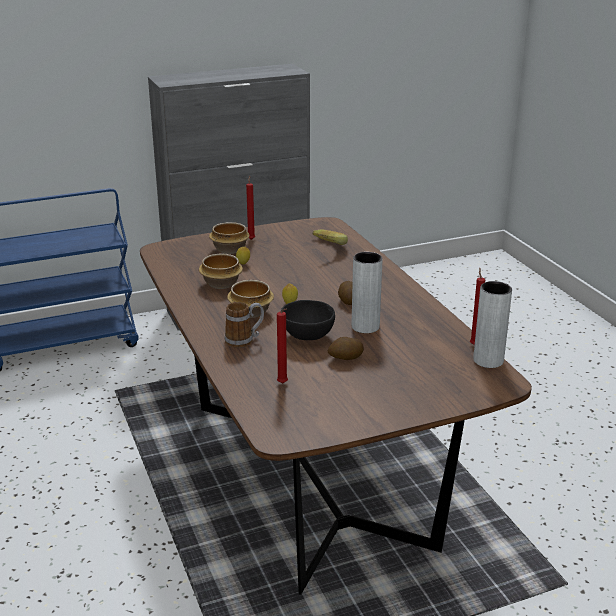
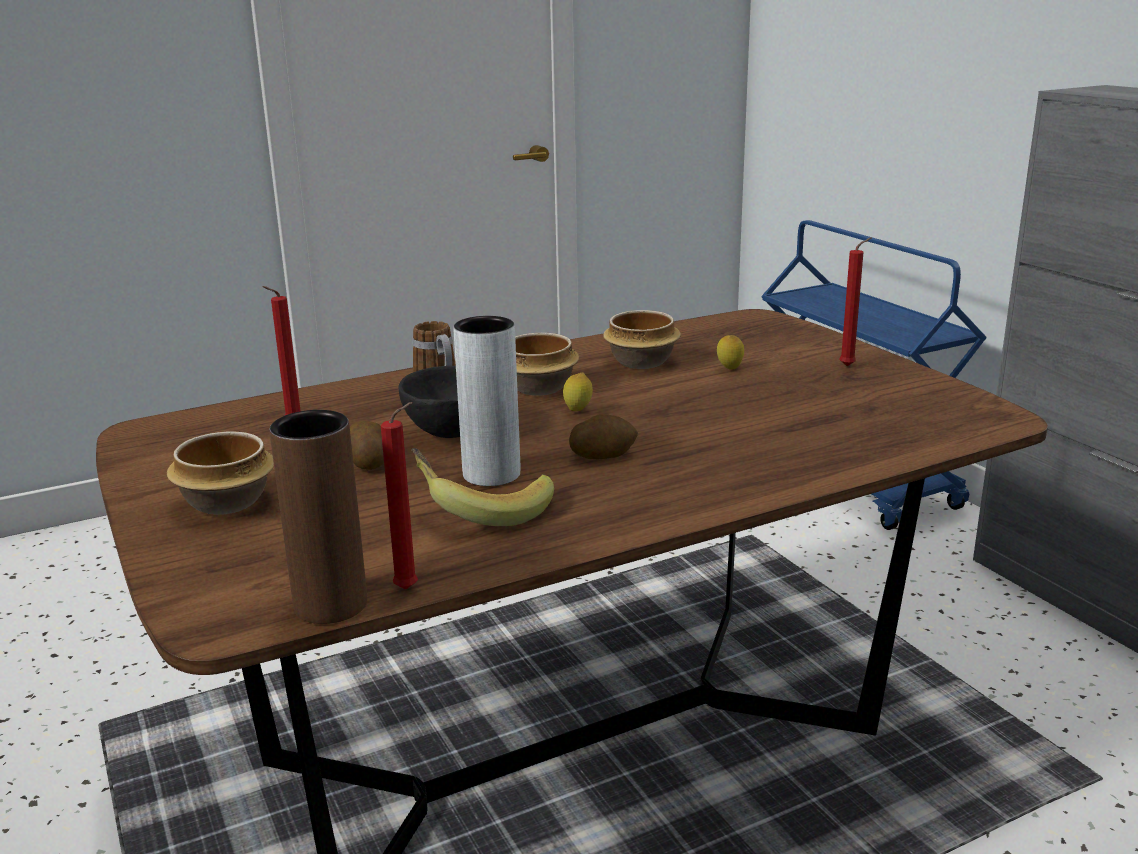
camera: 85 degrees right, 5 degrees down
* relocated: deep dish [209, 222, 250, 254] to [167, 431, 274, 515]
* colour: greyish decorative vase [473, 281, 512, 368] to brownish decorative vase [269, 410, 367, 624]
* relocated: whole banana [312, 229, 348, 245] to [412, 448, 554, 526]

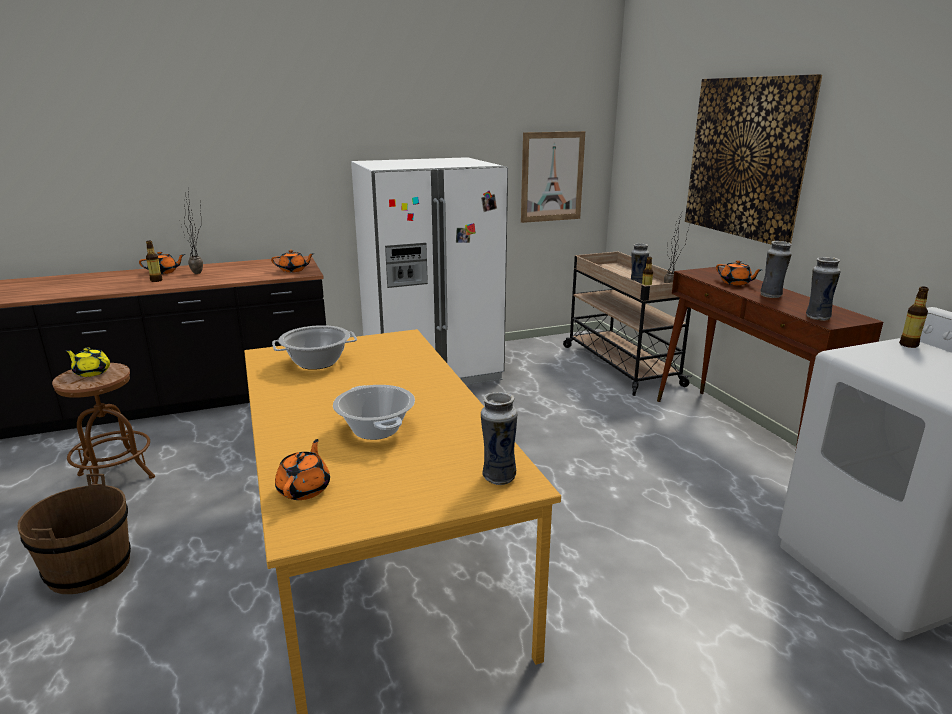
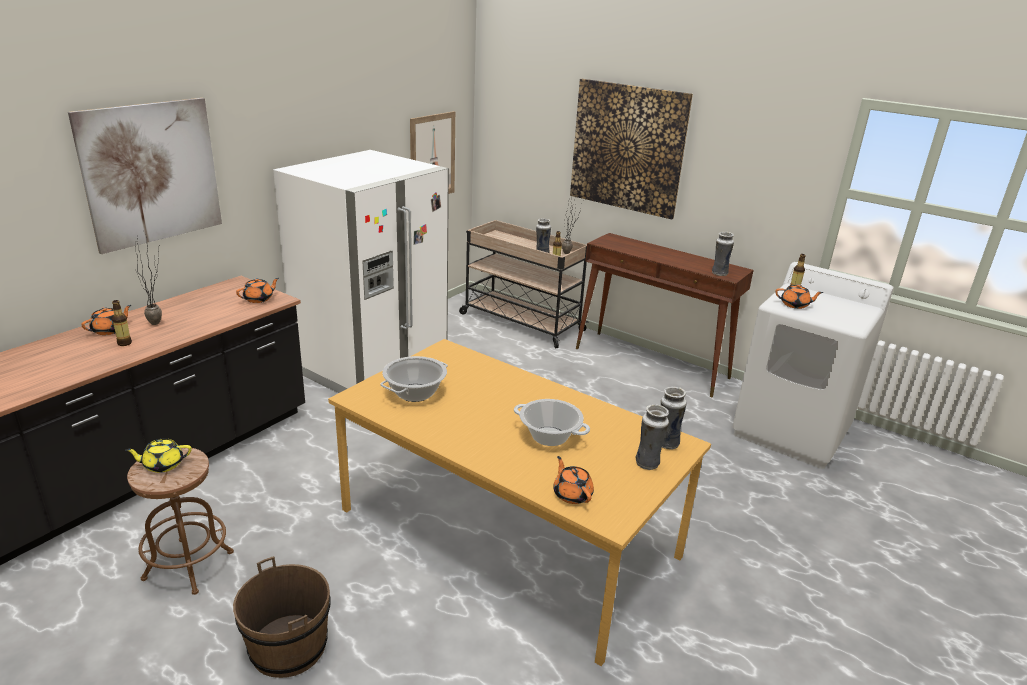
camera: 35 degrees left, 5 degrees up
* appeared: wall art [68, 98, 222, 254]
* relocated: decorative vase [760, 241, 792, 298] to [635, 404, 669, 470]
* relocated: orange teapot [716, 260, 762, 285] to [775, 284, 823, 309]

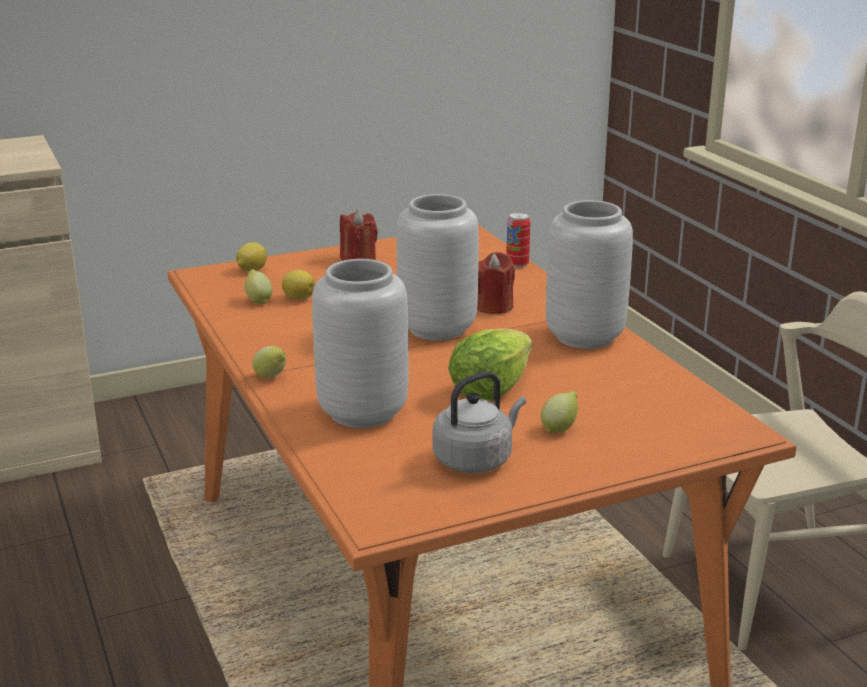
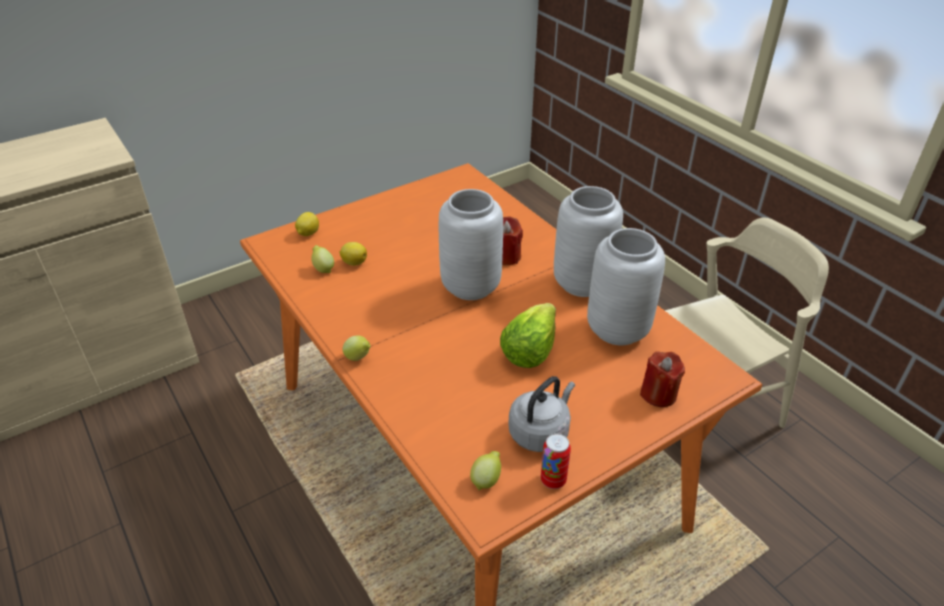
camera: 10 degrees left, 15 degrees up
* relocated: whole lemon [541, 391, 578, 433] to [470, 451, 501, 490]
* relocated: can [506, 212, 530, 268] to [541, 433, 571, 489]
* relocated: greyish decorative vase [312, 259, 409, 428] to [587, 228, 665, 345]
* relocated: reddish candle [340, 210, 378, 261] to [640, 351, 685, 407]

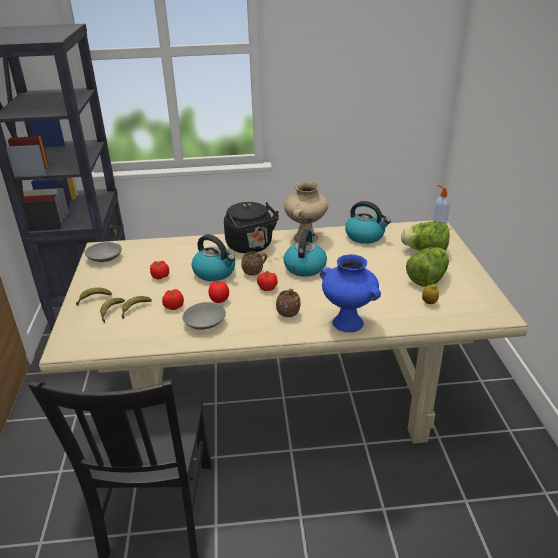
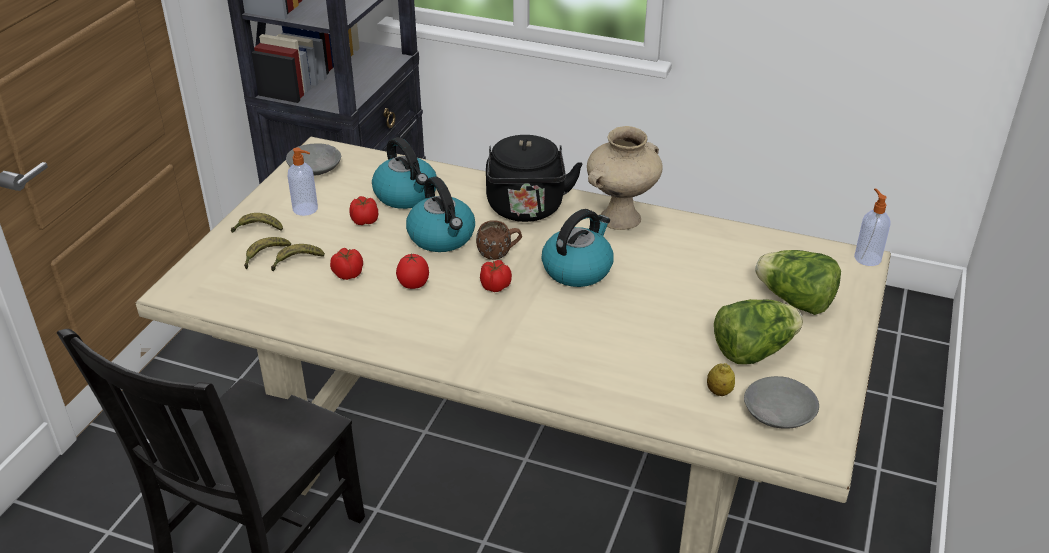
camera: 25 degrees right, 5 degrees up
* appeared: soap bottle [288, 147, 318, 216]
* relocated: kettle [345, 201, 391, 244] to [372, 137, 437, 209]
* relocated: greyish deep dish [182, 302, 226, 330] to [744, 376, 819, 429]
* missing: brownish tea mug [276, 289, 300, 317]
* missing: blue decorative vase [320, 254, 381, 332]

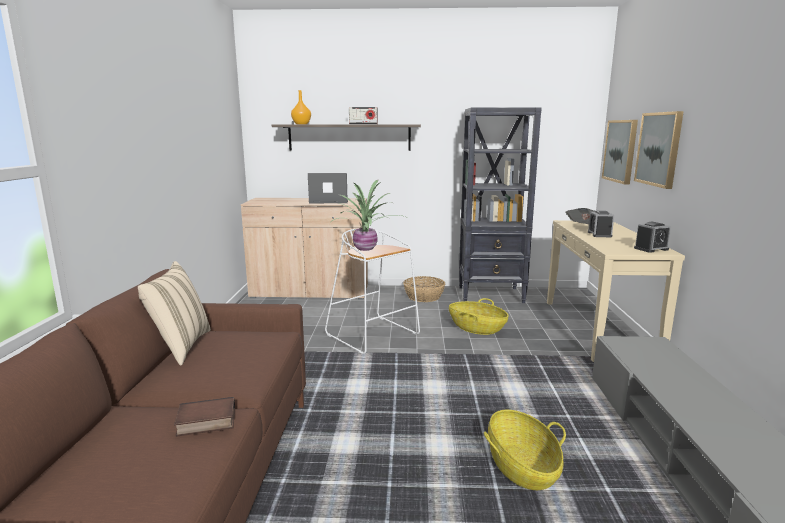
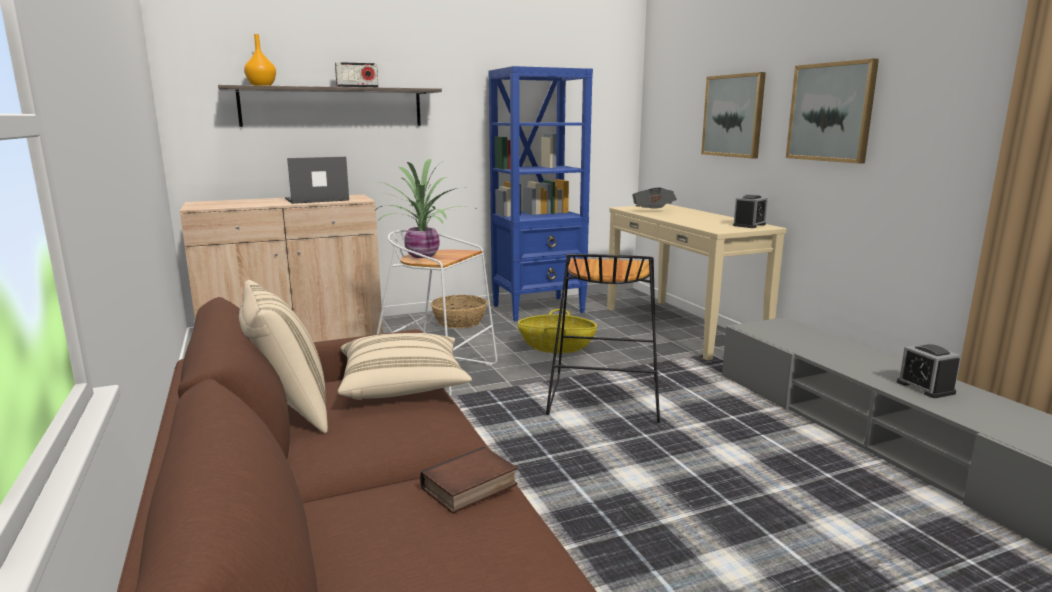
camera: 25 degrees left, 0 degrees up
* appeared: beige-coloured throw pillow [338, 333, 472, 400]
* colour: black-coloured bookshelf [459, 107, 542, 303] to blue bookshelf [489, 66, 593, 321]
* appeared: black-coloured stool [546, 254, 660, 423]
* relocated: wall art [602, 120, 638, 185] to [786, 59, 879, 164]
* relocated: bedside clock [588, 211, 614, 237] to [897, 344, 960, 398]
* missing: basket [484, 410, 566, 490]

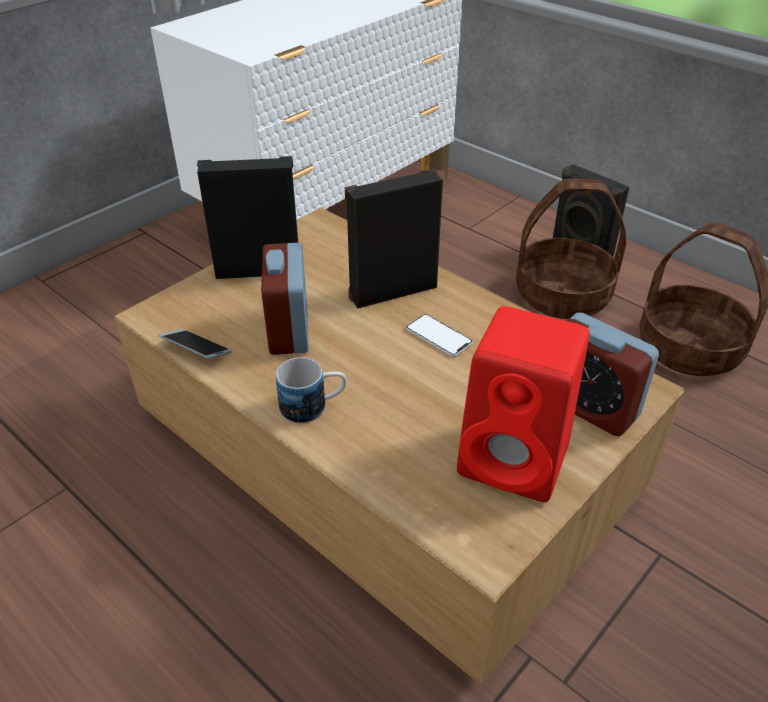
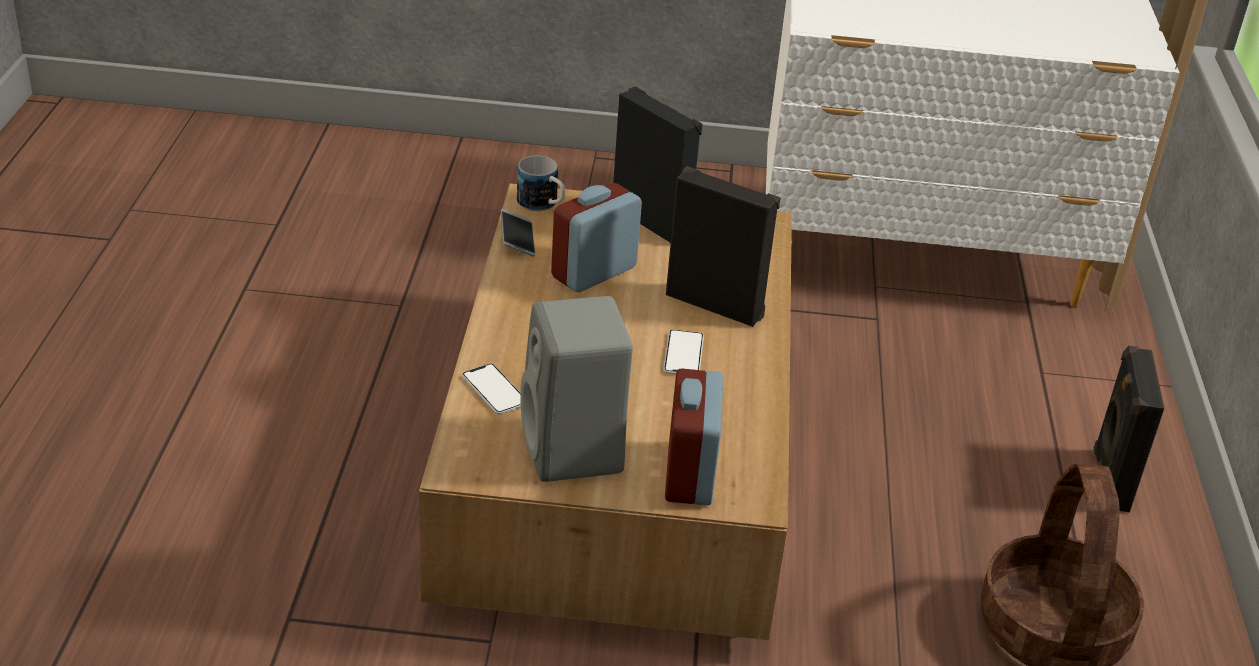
camera: 50 degrees right, 5 degrees down
* appeared: handset [462, 364, 521, 414]
* relocated: tea mug [276, 357, 346, 423] to [517, 156, 565, 211]
* colour: reddish loudspeaker [457, 306, 589, 502] to greyish loudspeaker [520, 296, 633, 482]
* missing: basket [516, 178, 626, 319]

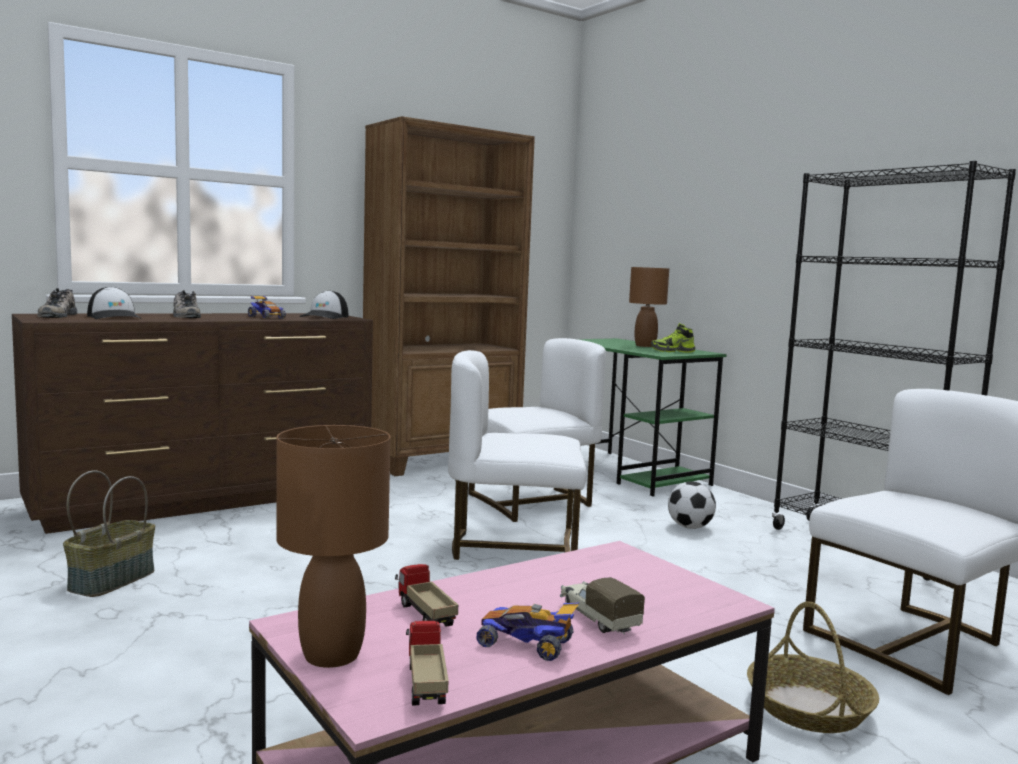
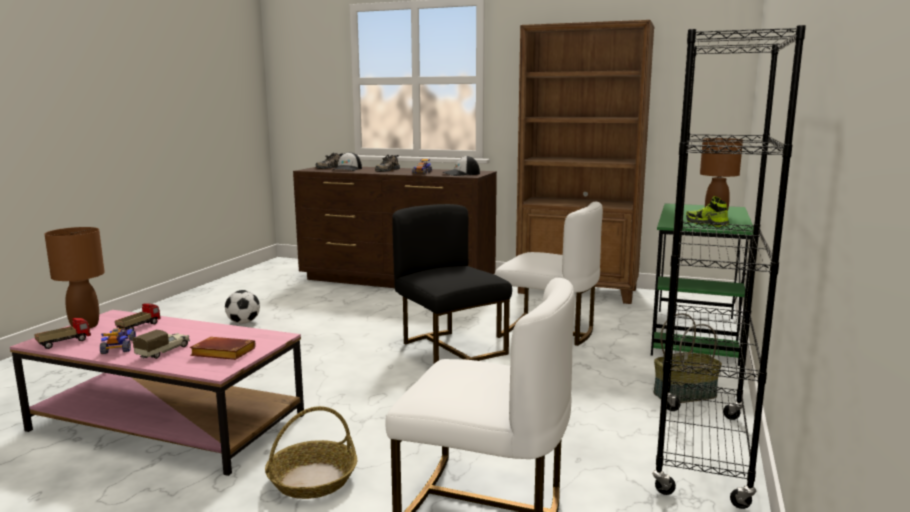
camera: 55 degrees right, 5 degrees up
* appeared: brownish bound book [190, 337, 255, 360]
* relocated: football [668, 481, 716, 529] to [225, 290, 260, 324]
* colour: white plain chair [448, 350, 587, 560] to black-coloured plain chair [392, 204, 512, 365]
* relocated: basket [63, 470, 155, 597] to [654, 313, 722, 403]

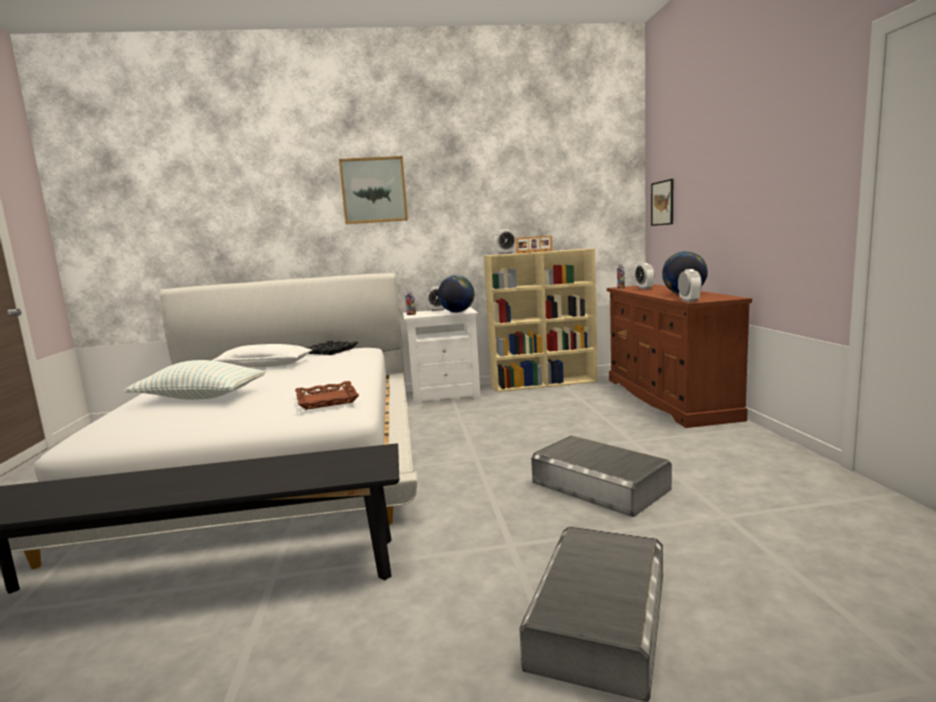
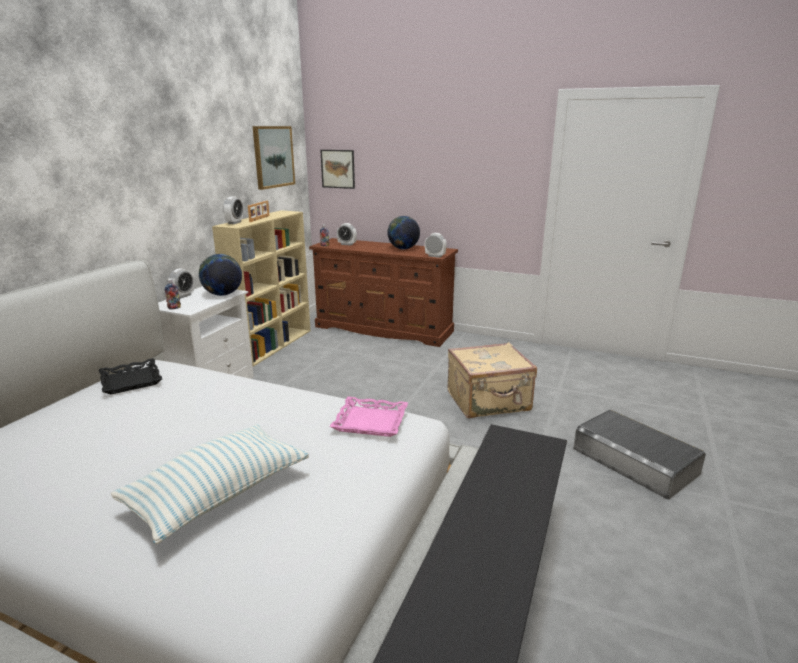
camera: 60 degrees left, 10 degrees up
* relocated: wall art [339, 156, 408, 224] to [253, 126, 295, 190]
* colour: brownish tray [295, 381, 359, 410] to pinkish tray [330, 397, 408, 437]
* exchanged: greyish storage container [531, 435, 672, 517] to beige-coloured piece of luggage [448, 342, 537, 418]
* missing: white throw pillow [211, 344, 312, 367]

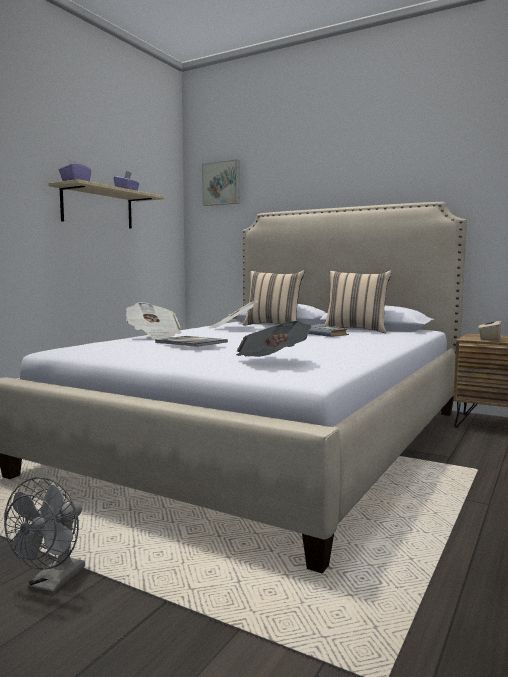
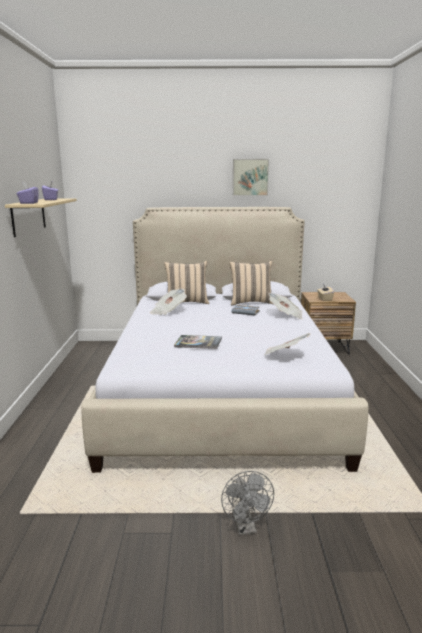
camera: 30 degrees left, 10 degrees up
* relocated: wall art [202, 159, 240, 206] to [233, 159, 269, 196]
* relocated: newspaper [126, 302, 181, 339] to [268, 293, 303, 319]

